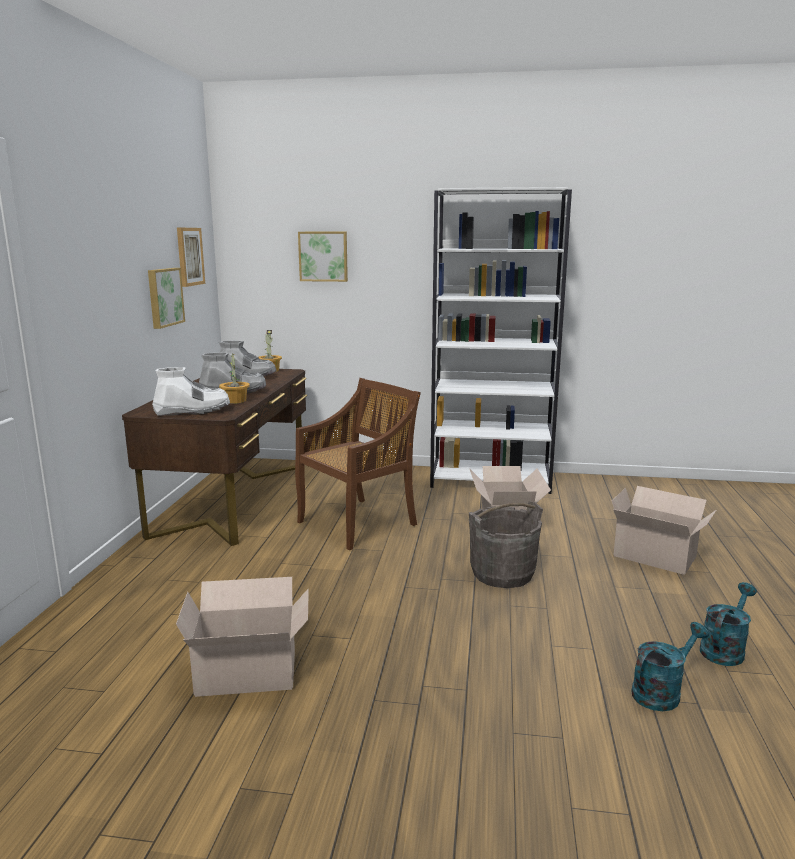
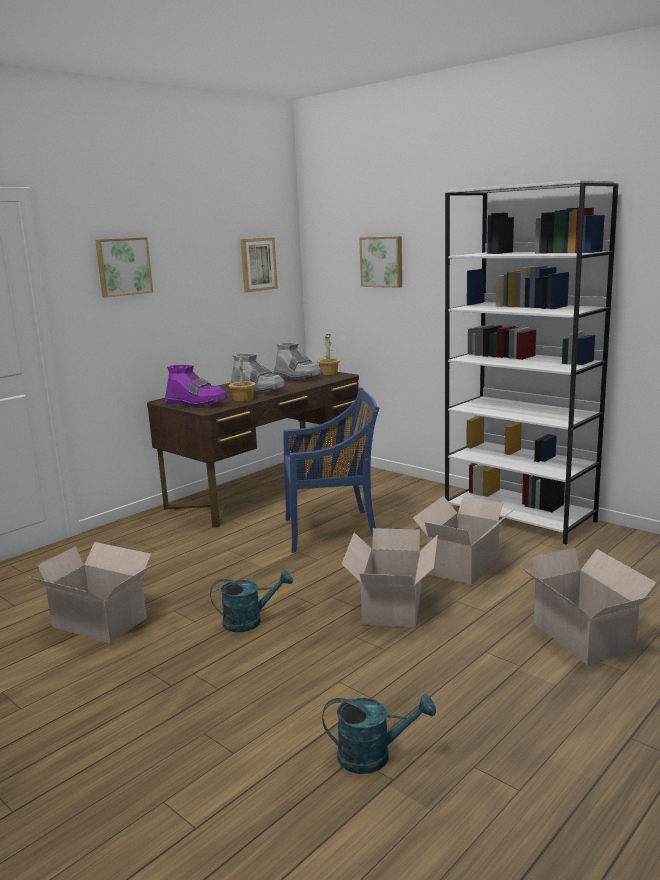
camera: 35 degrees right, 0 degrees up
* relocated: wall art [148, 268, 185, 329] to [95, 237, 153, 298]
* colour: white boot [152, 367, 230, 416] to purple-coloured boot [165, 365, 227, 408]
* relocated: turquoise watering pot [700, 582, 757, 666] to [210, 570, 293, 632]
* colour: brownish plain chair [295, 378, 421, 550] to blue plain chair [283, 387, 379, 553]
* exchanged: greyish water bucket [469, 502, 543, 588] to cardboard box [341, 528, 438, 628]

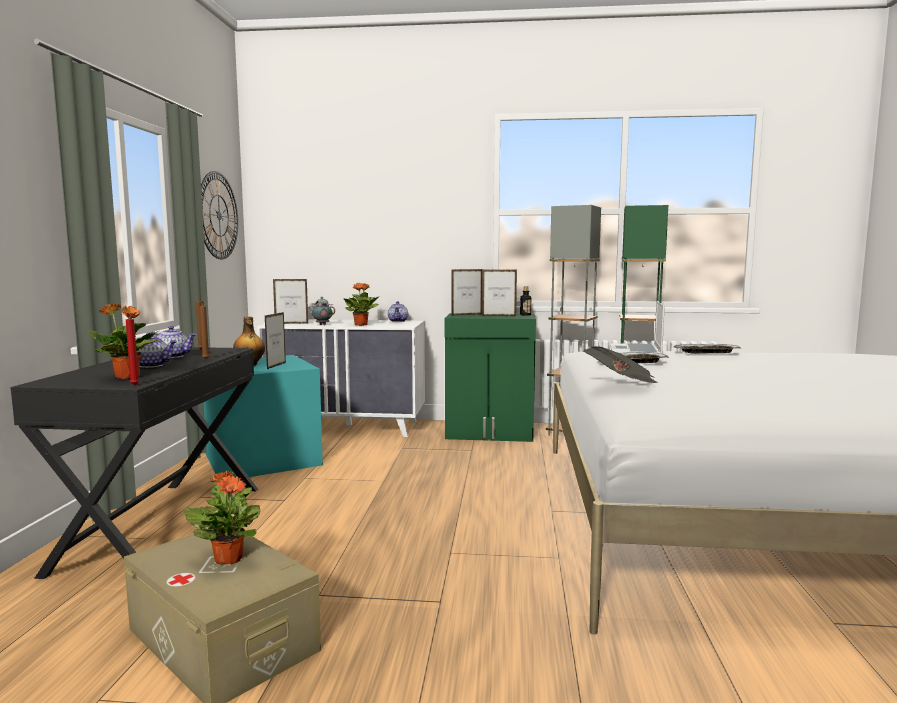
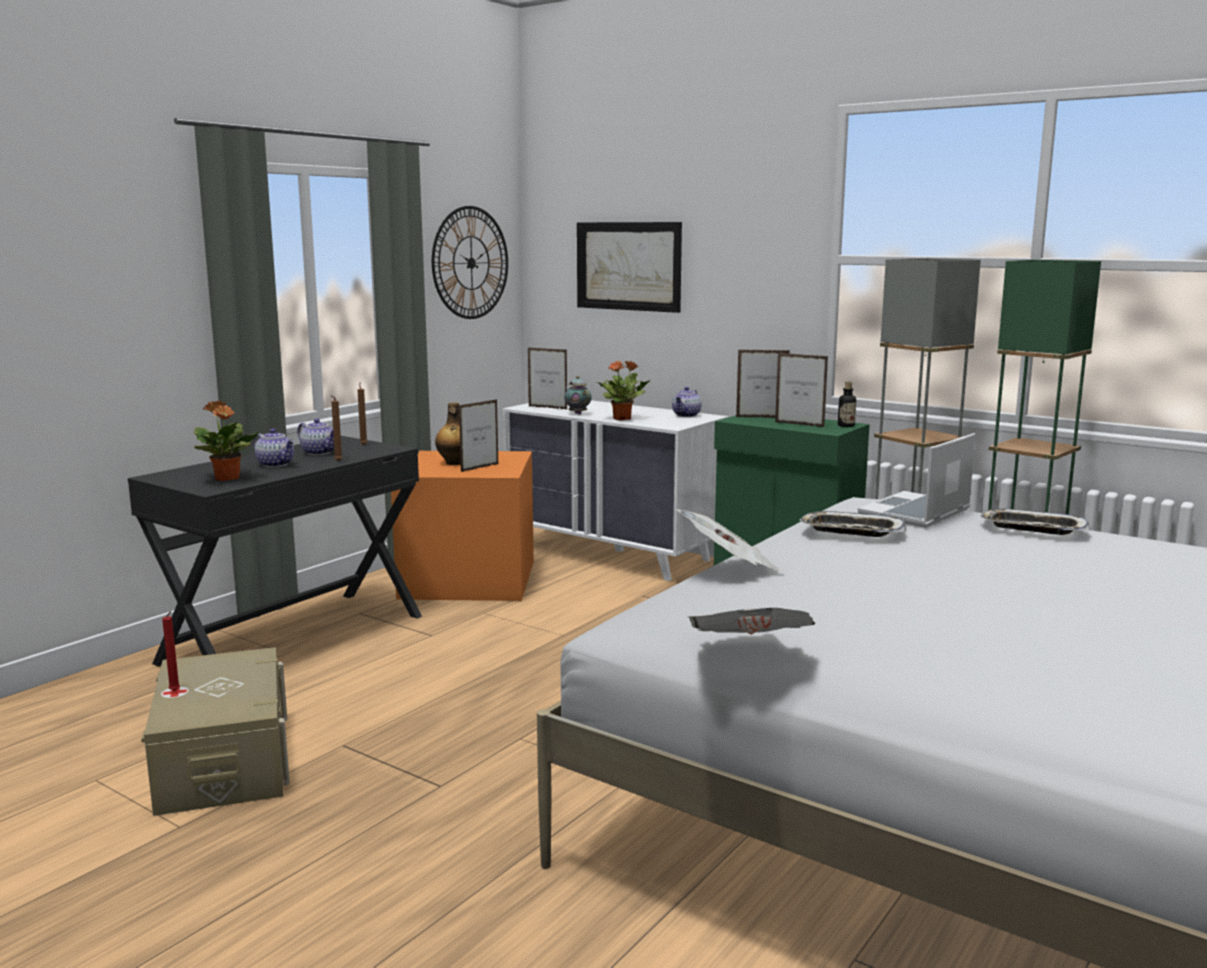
camera: 30 degrees right, 5 degrees up
* relocated: reddish candle [126, 312, 139, 385] to [162, 611, 180, 691]
* colour: turquoise storage container [204, 355, 323, 478] to orange storage container [391, 451, 534, 601]
* appeared: wall art [577, 222, 682, 313]
* appeared: newspaper [688, 608, 816, 634]
* missing: potted plant [184, 470, 260, 564]

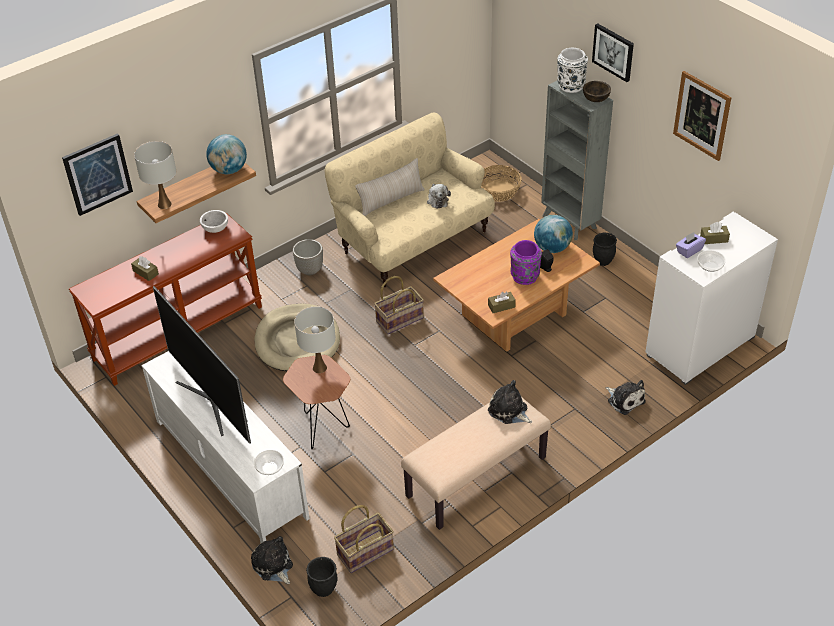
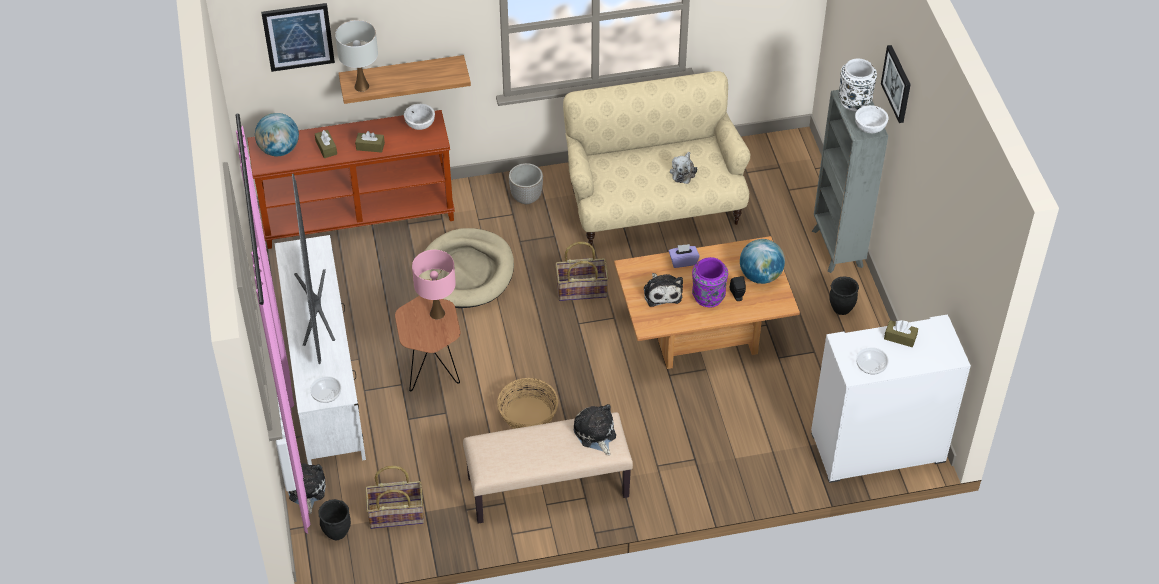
camera: 25 degrees right, 5 degrees up
* relocated: globe [206, 134, 247, 174] to [255, 113, 299, 156]
* relocated: brownish tissue box [488, 292, 516, 313] to [355, 131, 385, 153]
* colour: white tabletop lamp [294, 307, 336, 373] to pinkish tabletop lamp [412, 250, 456, 319]
* relocated: basket [481, 165, 522, 202] to [497, 378, 558, 429]
* relocated: soft toy [606, 380, 646, 415] to [644, 273, 683, 307]
* relocated: purple-coloured tissue box [676, 232, 706, 258] to [669, 244, 700, 268]
* colour: brownish deep dish [583, 81, 611, 102] to white deep dish [855, 105, 889, 133]
* missing: beige-coloured throw pillow [355, 158, 425, 216]
* missing: wall art [673, 71, 731, 161]

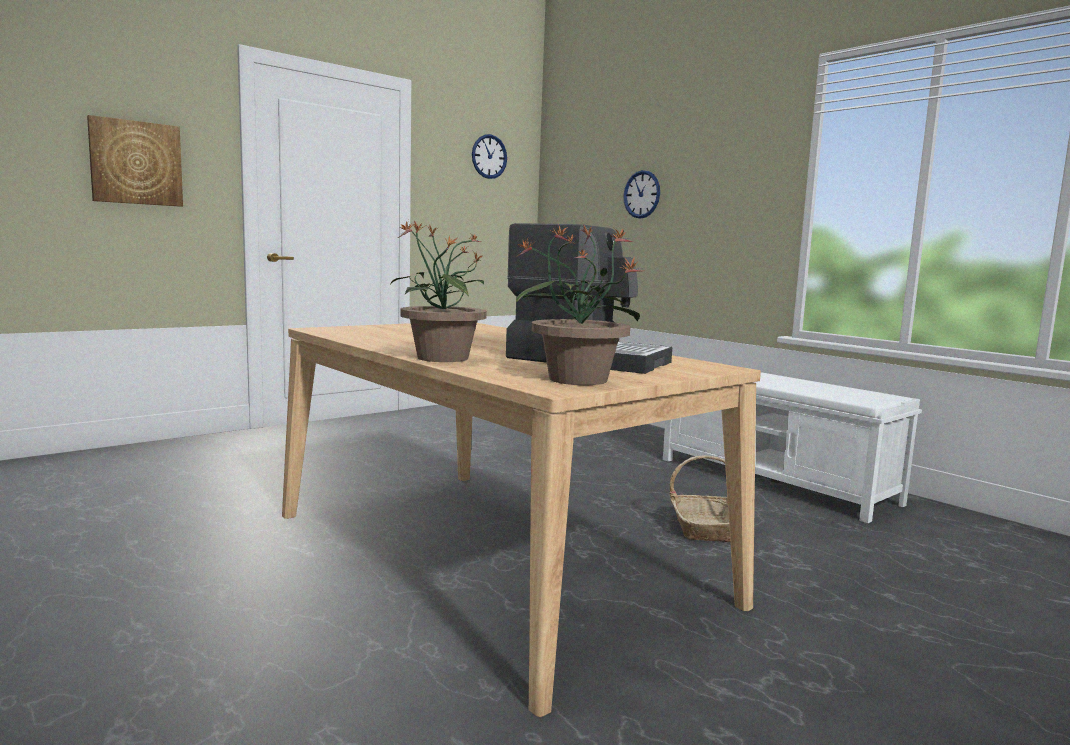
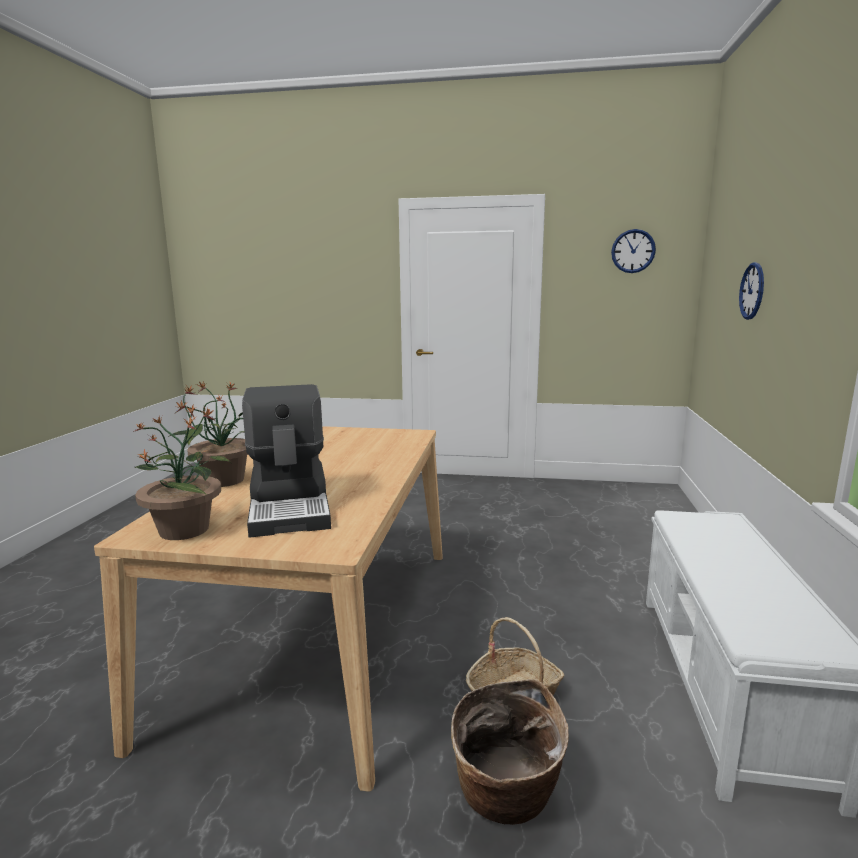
camera: 50 degrees right, 5 degrees up
* appeared: basket [451, 679, 569, 825]
* missing: wall art [87, 115, 183, 207]

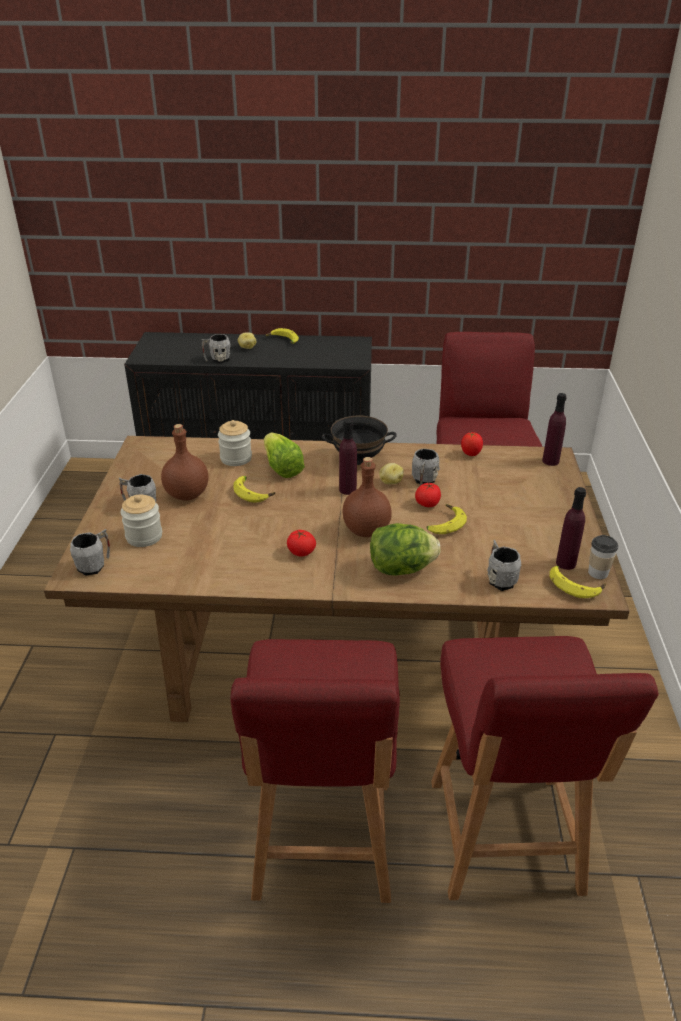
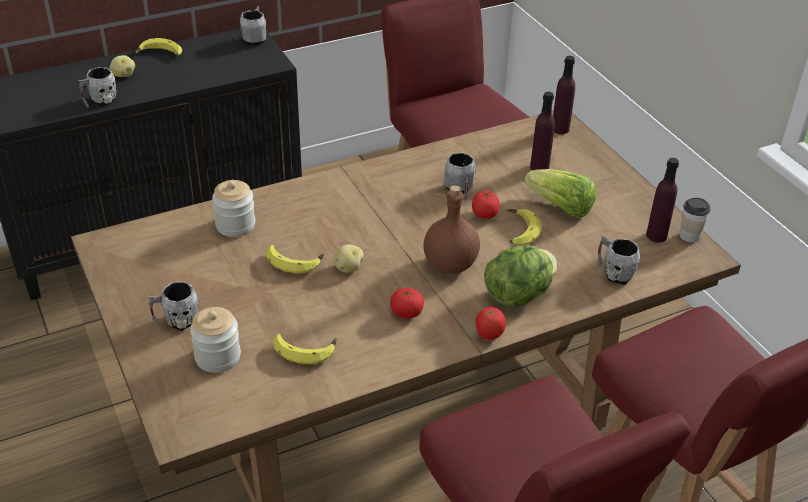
camera: 30 degrees left, 5 degrees up
* relocated: greyish tea mug [70, 529, 110, 576] to [240, 6, 267, 46]
* relocated: whole banana [549, 565, 606, 599] to [273, 333, 336, 364]
* relocated: potato [379, 463, 404, 484] to [333, 244, 364, 273]
* relocated: fresh tomato [461, 432, 483, 456] to [475, 307, 506, 340]
* relocated: head of lettuce [264, 432, 305, 478] to [524, 169, 596, 218]
* relocated: purple-coloured drink bottle [339, 419, 357, 495] to [530, 92, 555, 170]
* missing: brownish drink bottle [161, 424, 209, 501]
* missing: black-coloured deep dish [322, 416, 397, 465]

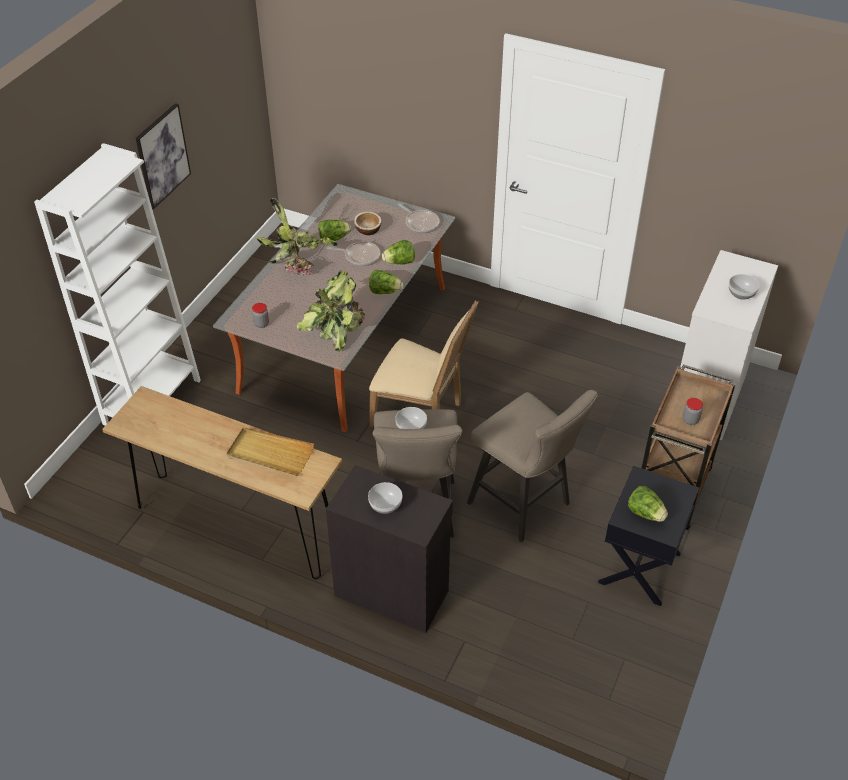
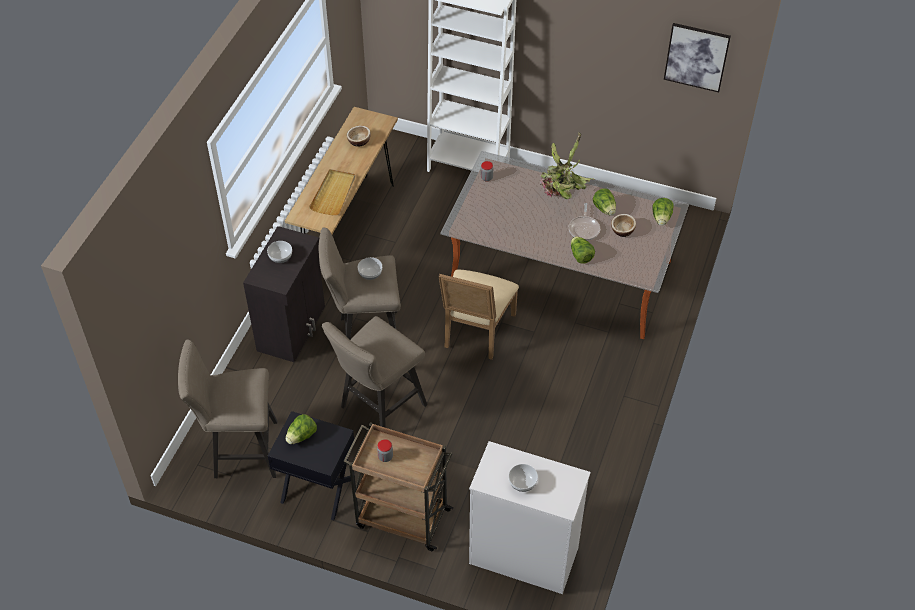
camera: 85 degrees right, 5 degrees up
* appeared: beige-coloured stool [178, 339, 277, 478]
* appeared: deep dish [347, 126, 371, 147]
* relocated: head of lettuce [369, 270, 403, 294] to [652, 198, 674, 226]
* relocated: wall art [136, 103, 191, 209] to [664, 23, 731, 92]
* missing: potted plant [297, 270, 366, 351]
* missing: pan [398, 204, 440, 233]

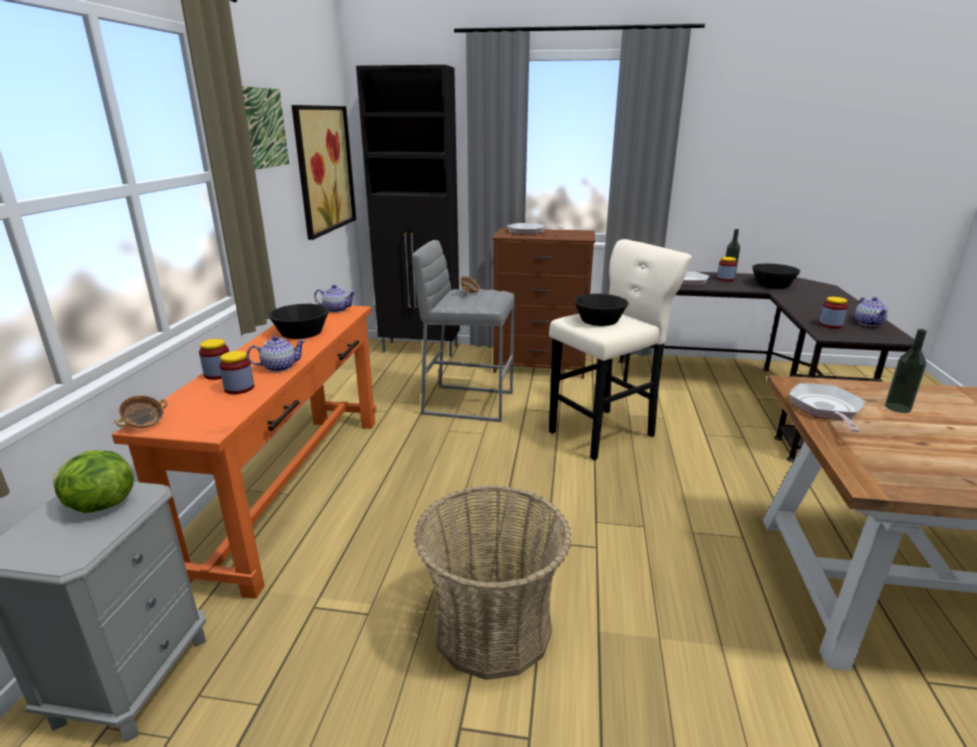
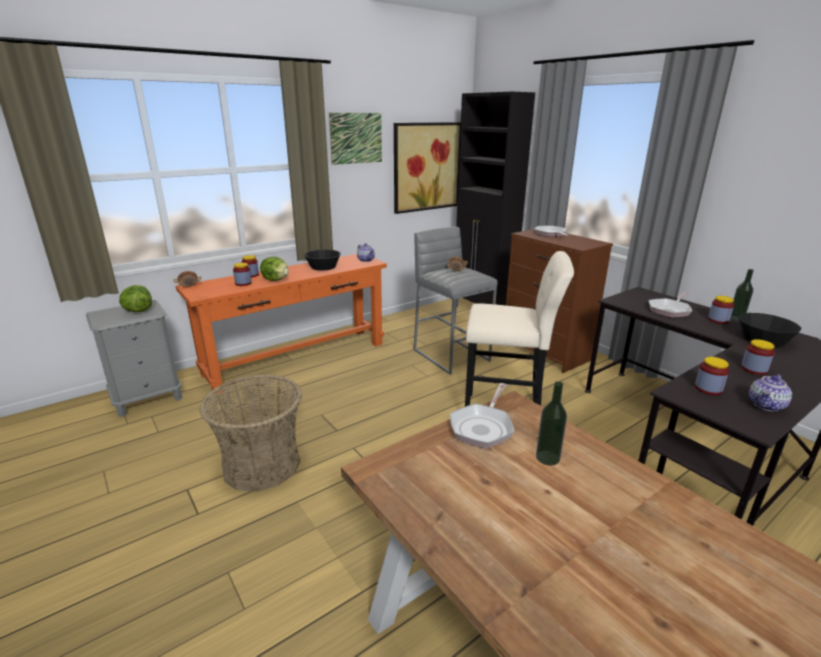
camera: 45 degrees right, 0 degrees up
* exchanged: teapot [247, 336, 306, 372] to head of lettuce [260, 257, 289, 281]
* spun: pan [789, 383, 865, 432] = [450, 383, 514, 449] 150 degrees clockwise
* appeared: jar [741, 339, 775, 375]
* missing: black-coloured deep dish [574, 294, 629, 326]

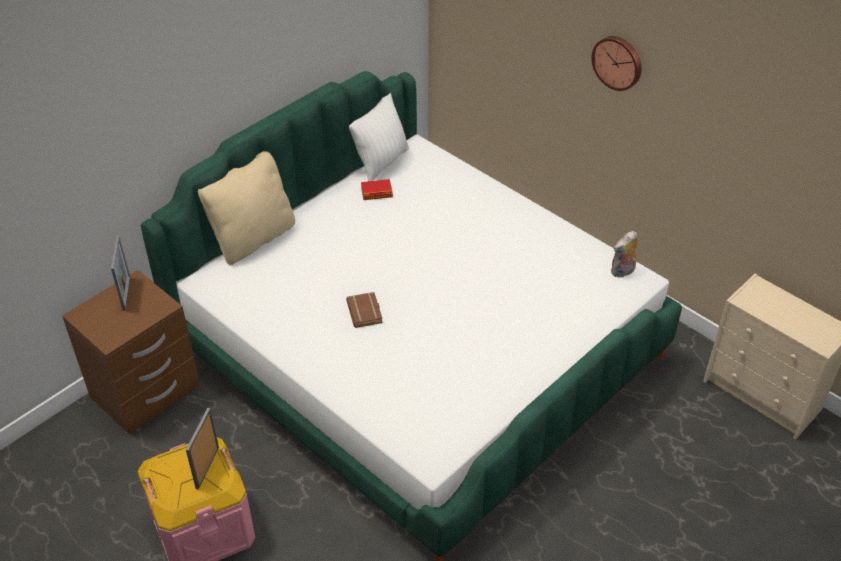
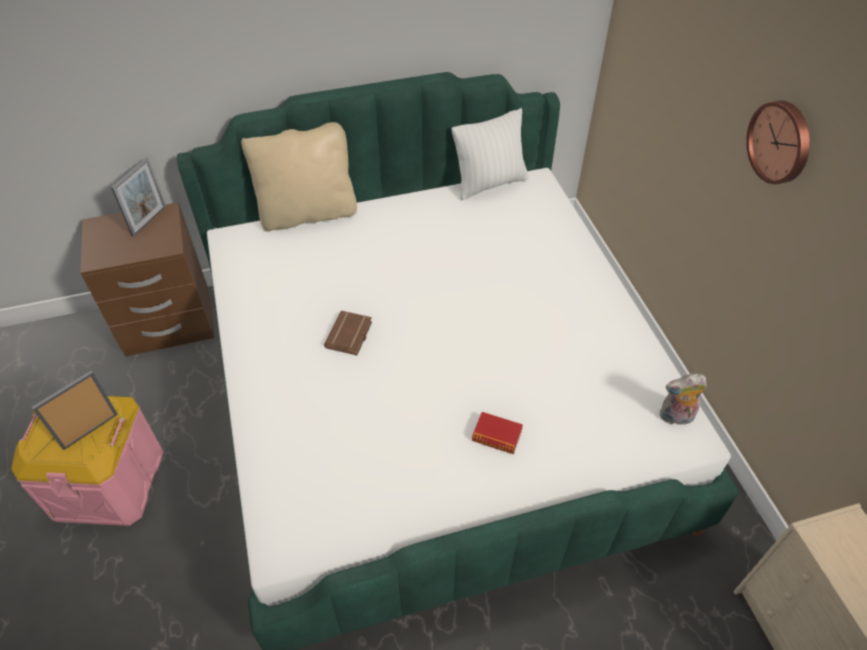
camera: 30 degrees right, 5 degrees up
* relocated: bound book [361, 179, 393, 200] to [472, 412, 523, 454]

